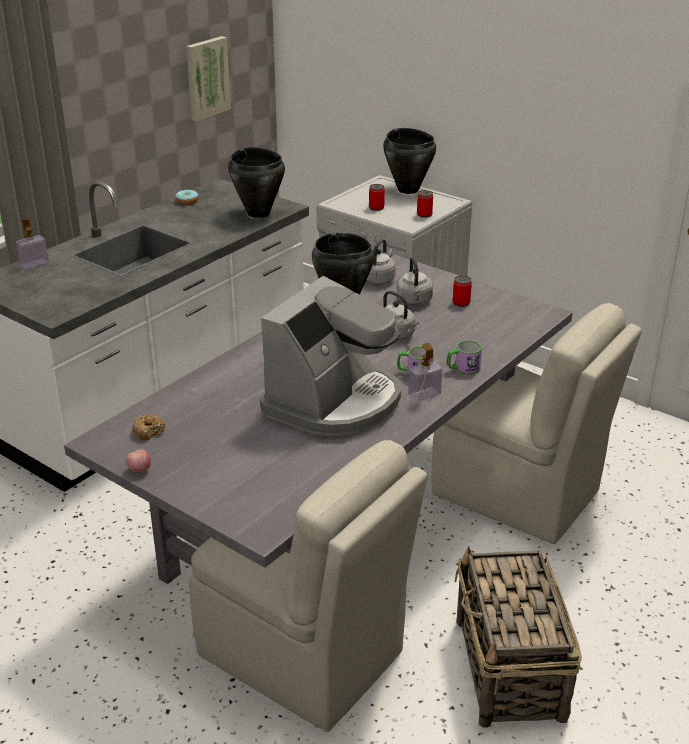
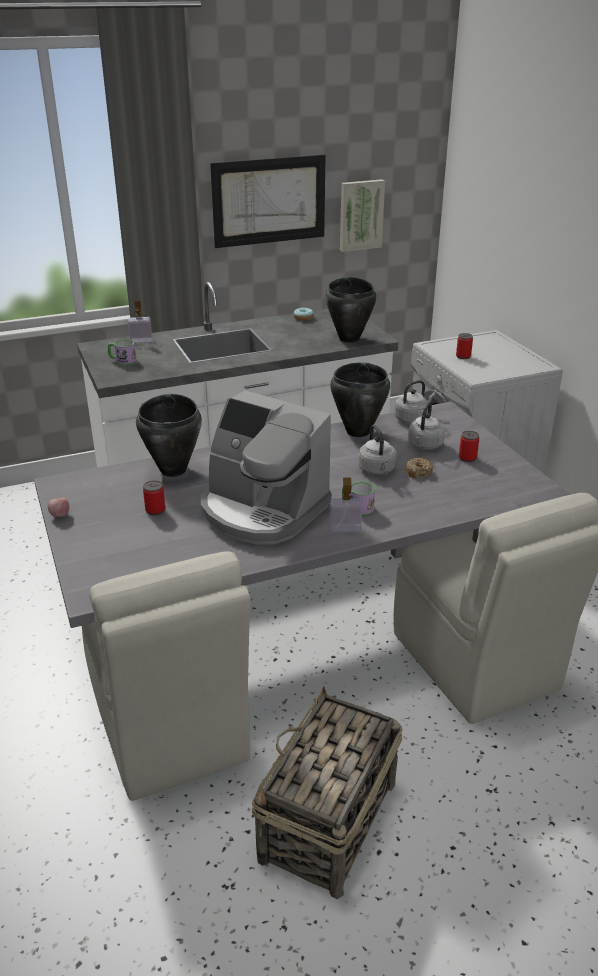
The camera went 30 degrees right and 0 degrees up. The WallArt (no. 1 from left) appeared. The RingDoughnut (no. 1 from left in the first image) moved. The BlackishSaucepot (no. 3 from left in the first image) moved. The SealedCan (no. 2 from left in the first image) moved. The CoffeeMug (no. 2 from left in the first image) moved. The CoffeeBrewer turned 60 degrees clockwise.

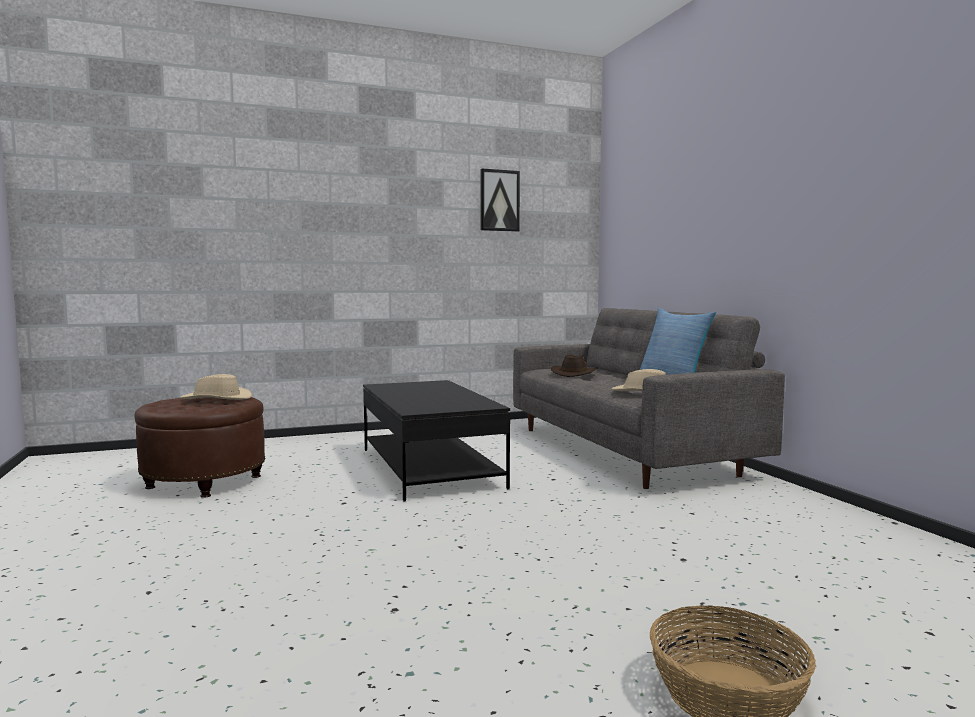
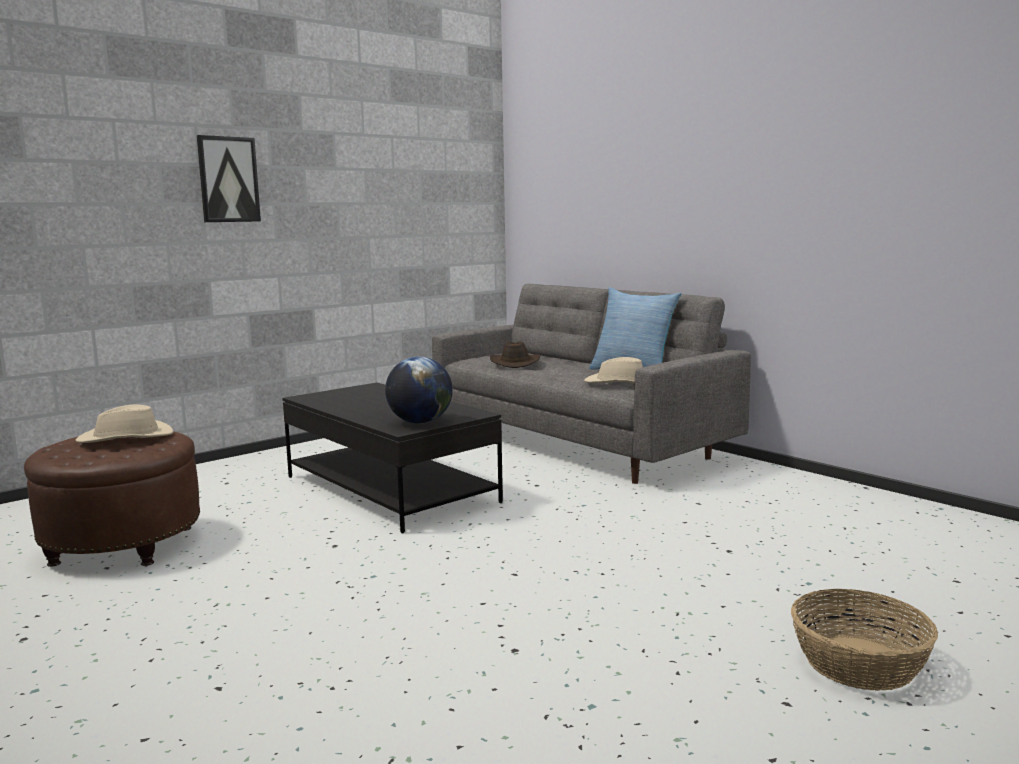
The camera went 20 degrees left and 5 degrees up. The Globe appeared. The WallArt moved.

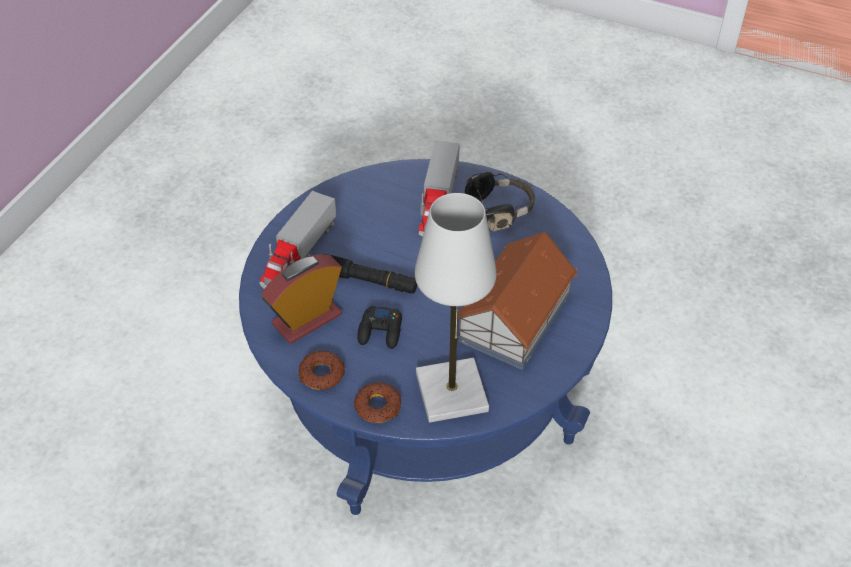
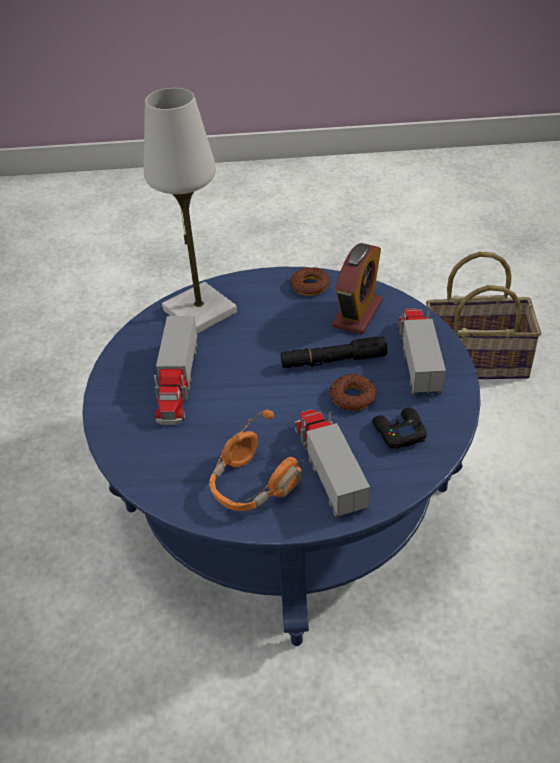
The camera went 155 degrees right and 5 degrees down. The StorageBasket appeared. The RingDoughnut (no. 2 from left) moved. The BlackishJoypad moved. The ToyHouse was replaced by the ToyLorry (no. 1 from left). The BlackishHeadset became the OrangeColouredHeadset.

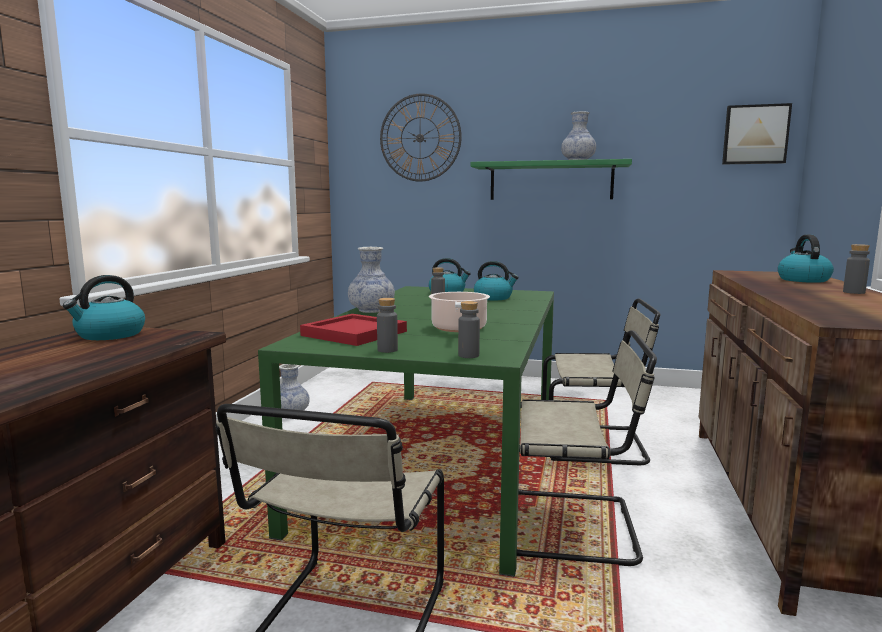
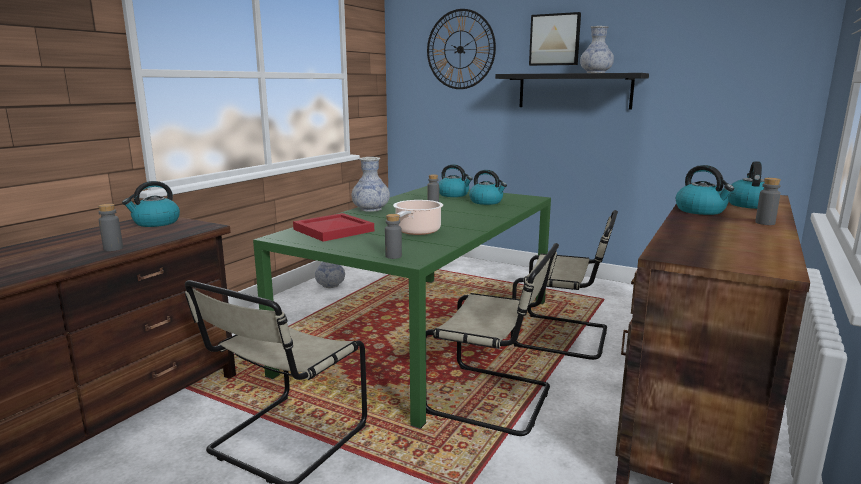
The camera went 15 degrees right and 5 degrees up. The TeaKettle (no. 4 from left) appeared. The GreyishBeverageBottle (no. 1 from left) moved. The WallArt moved. The GreenColouredShelf became the BlackishShelf.

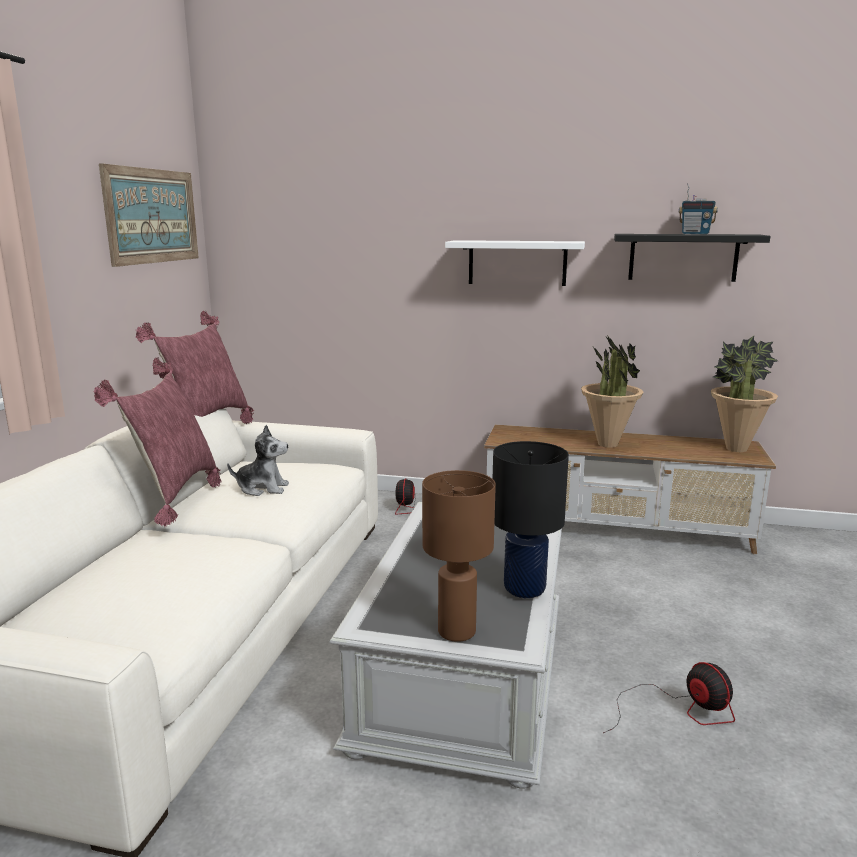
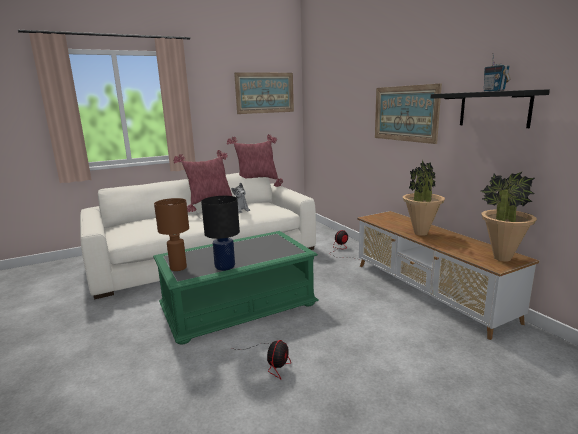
The camera went 50 degrees right and 0 degrees up. The WhitishShelf was replaced by the WallArt (no. 2 from left). The WhitishCoffeeTable became the GreenColouredCoffeeTable.

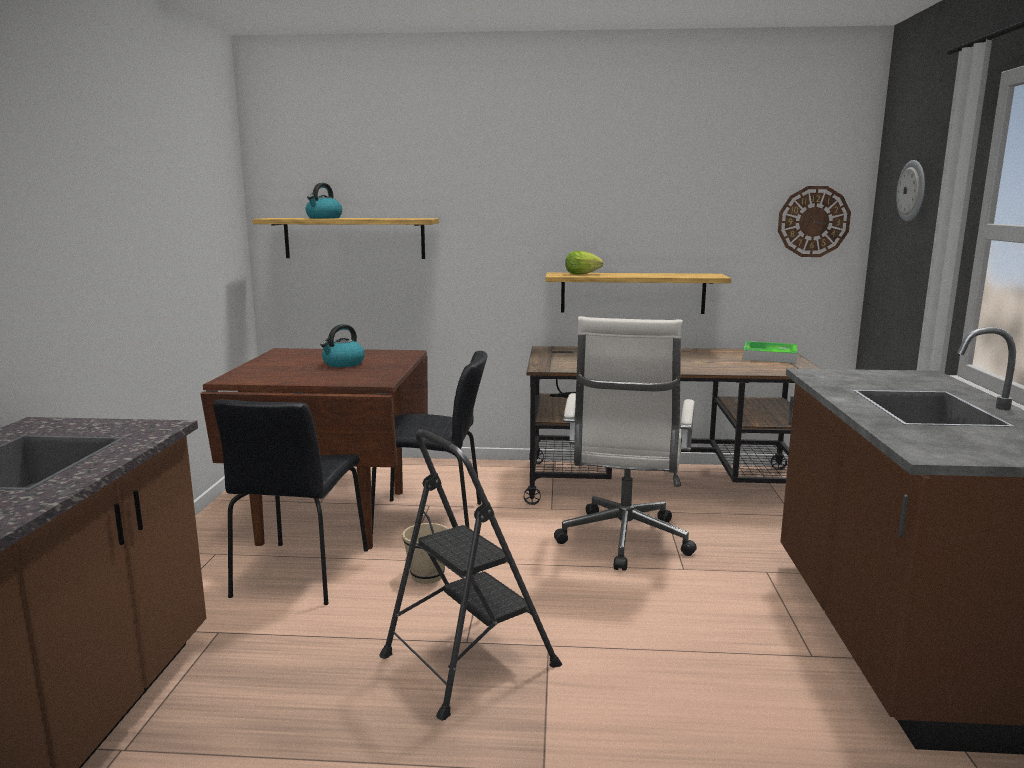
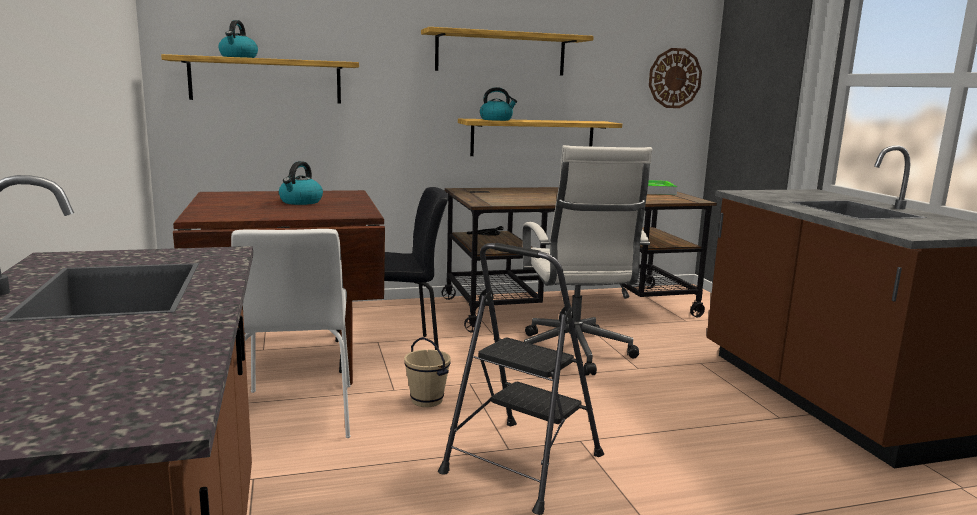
The camera went 20 degrees left and 0 degrees up. The HangingClock (no. 2 from left) disappeared. The Shelf (no. 2 from left) appeared. The HeadOfLettuce was replaced by the TeaKettle (no. 3 from left). The BlackishChair (no. 1 from left) became the WhitishChair.

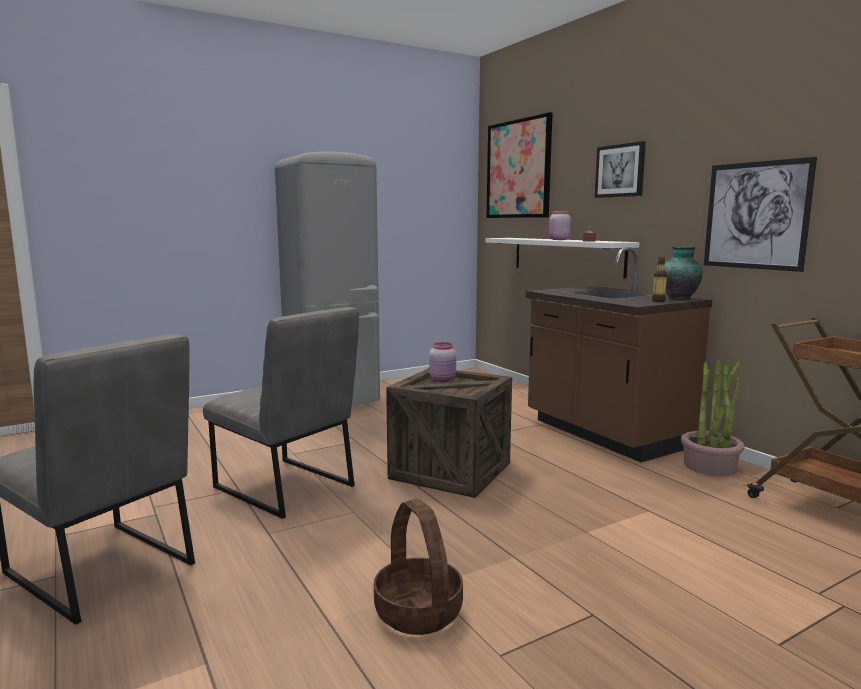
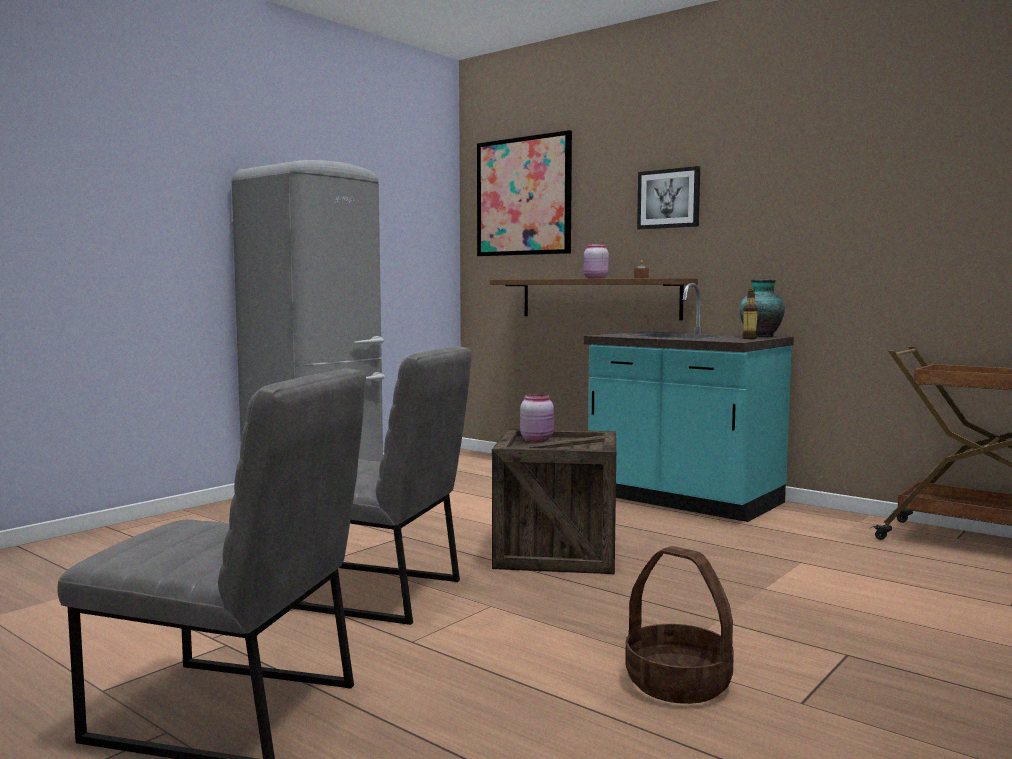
The camera went 20 degrees left and 5 degrees down. The Houseplant disappeared. The WallArt (no. 3 from left) disappeared. The WhitishShelf became the BrownColouredShelf. The BrownColouredKitchenBaseUnit became the BlueGreenKitchenBaseUnit.

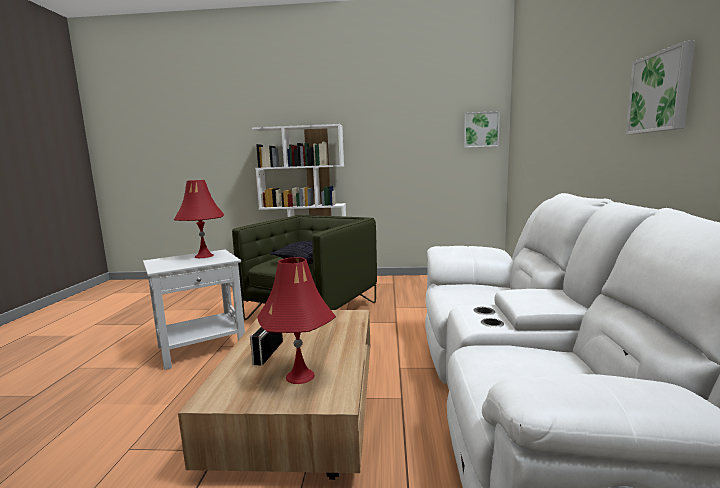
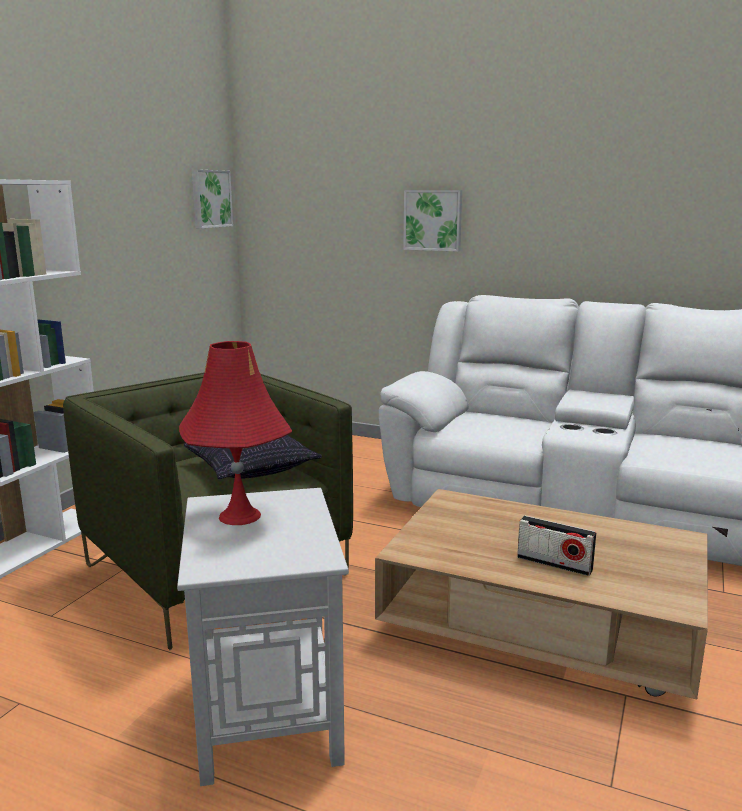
The camera went 70 degrees left and 5 degrees up. The RedColouredTableLamp (no. 2 from left) disappeared. The WallArt (no. 2 from left) moved.

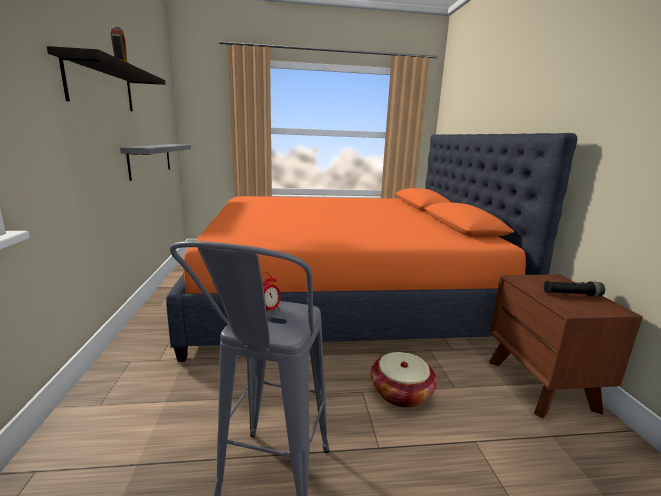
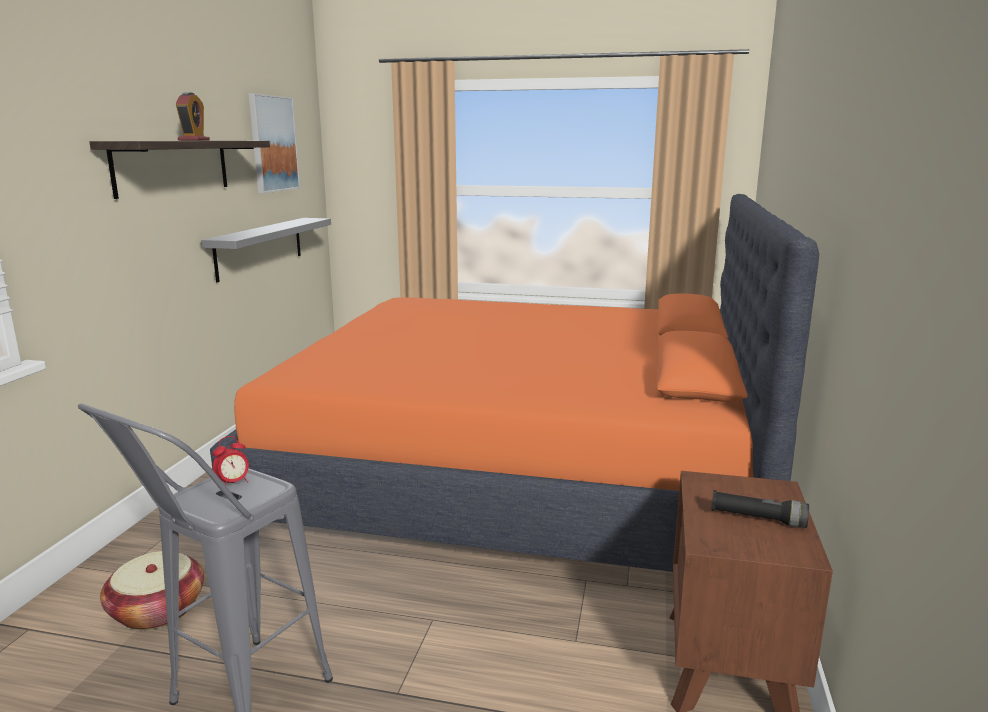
The camera went 20 degrees right and 0 degrees up. The WallArt appeared. The StorageBasket moved.

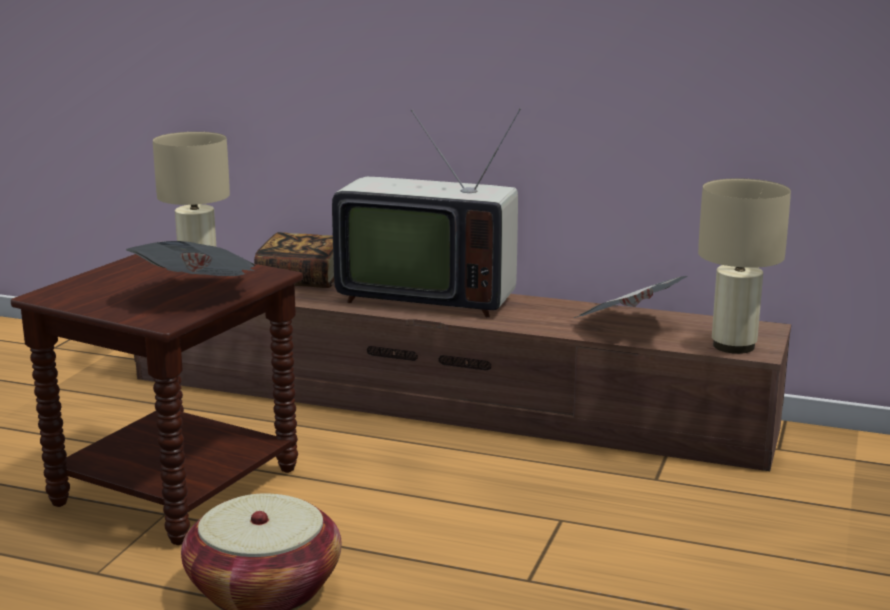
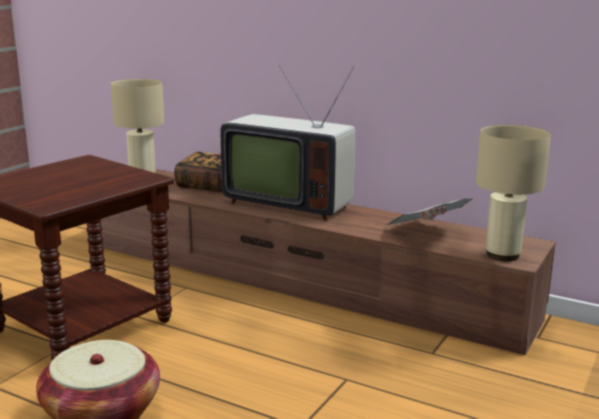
The camera went 10 degrees right and 0 degrees up. The PrintedPaper (no. 1 from left) disappeared.

